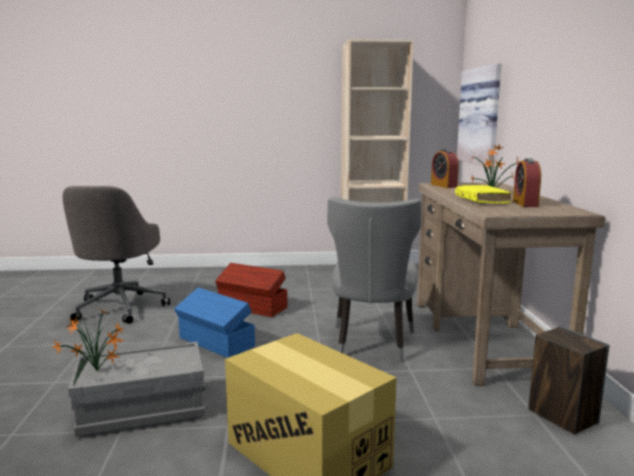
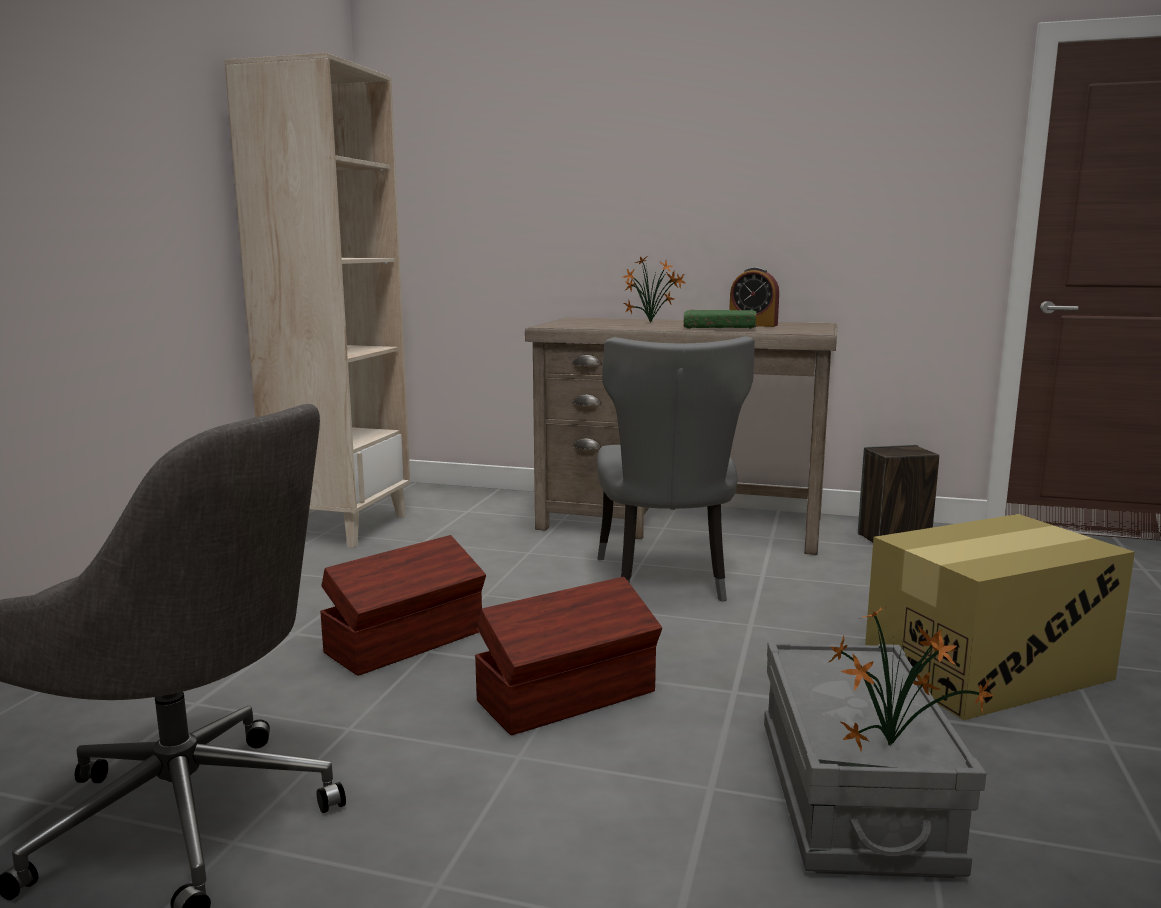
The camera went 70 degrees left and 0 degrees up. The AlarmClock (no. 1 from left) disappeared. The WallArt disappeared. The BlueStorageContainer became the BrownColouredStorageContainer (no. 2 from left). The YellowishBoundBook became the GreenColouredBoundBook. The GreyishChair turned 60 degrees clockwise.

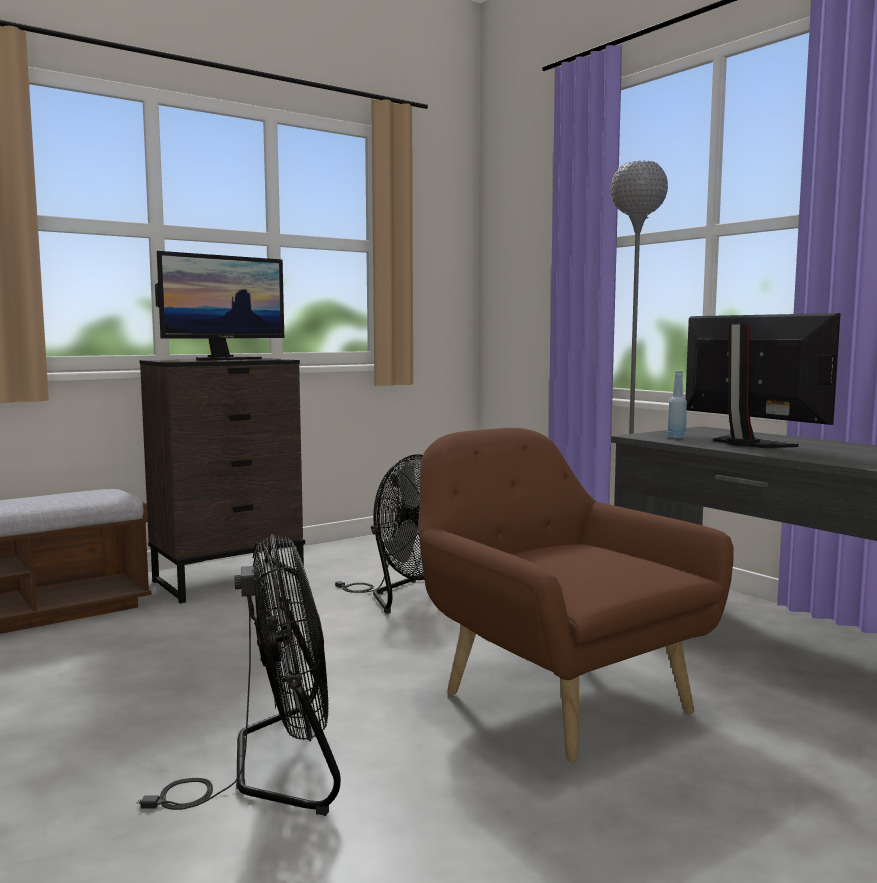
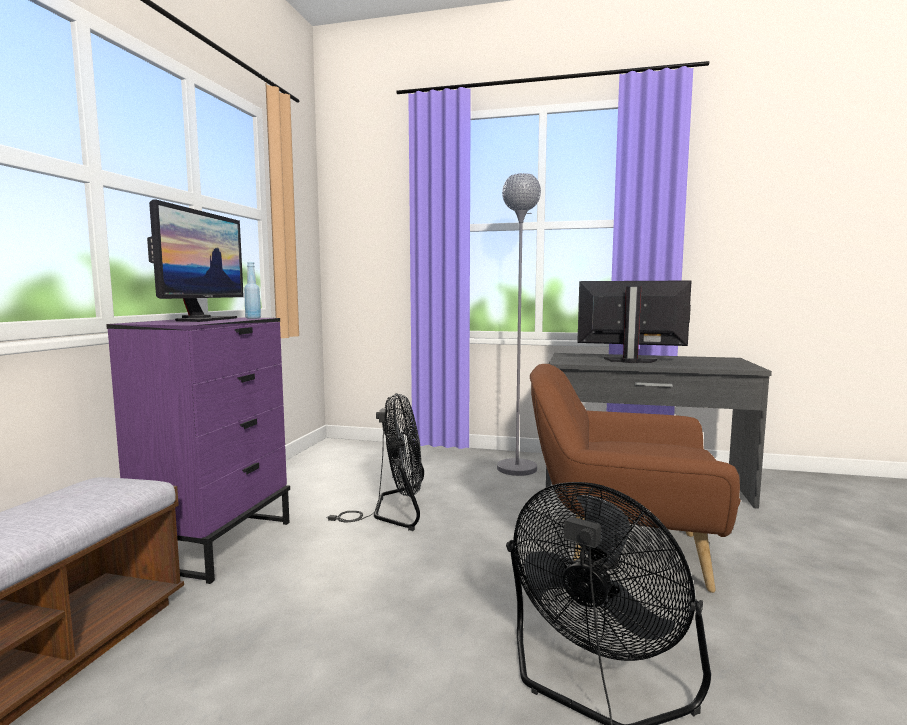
The camera went 40 degrees left and 0 degrees up. The BlueBeverageBottle moved. The BrownColouredDrawerChest became the PurplishDrawerChest.

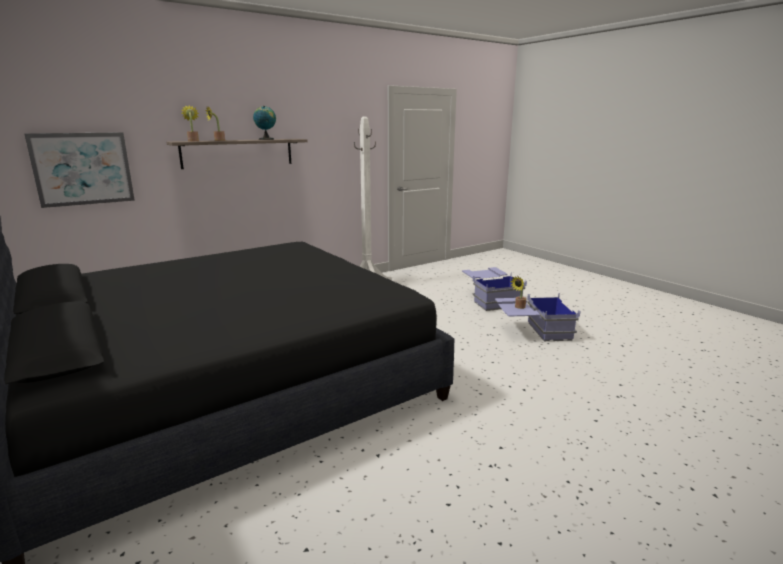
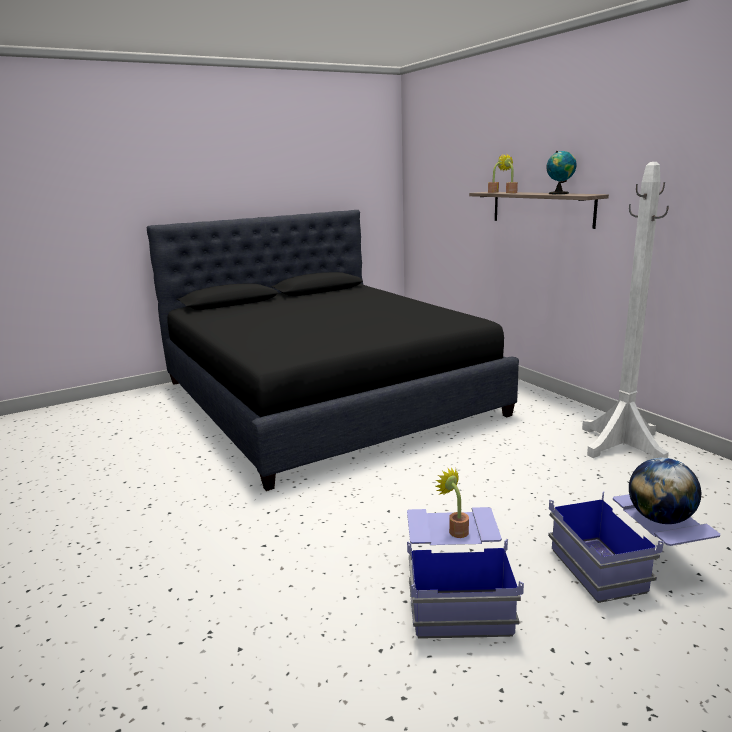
The camera went 95 degrees right and 0 degrees up. The WallArt disappeared. The Globe (no. 2 from left) appeared.

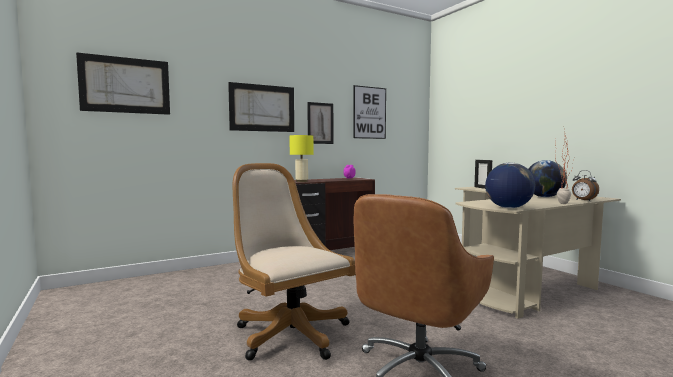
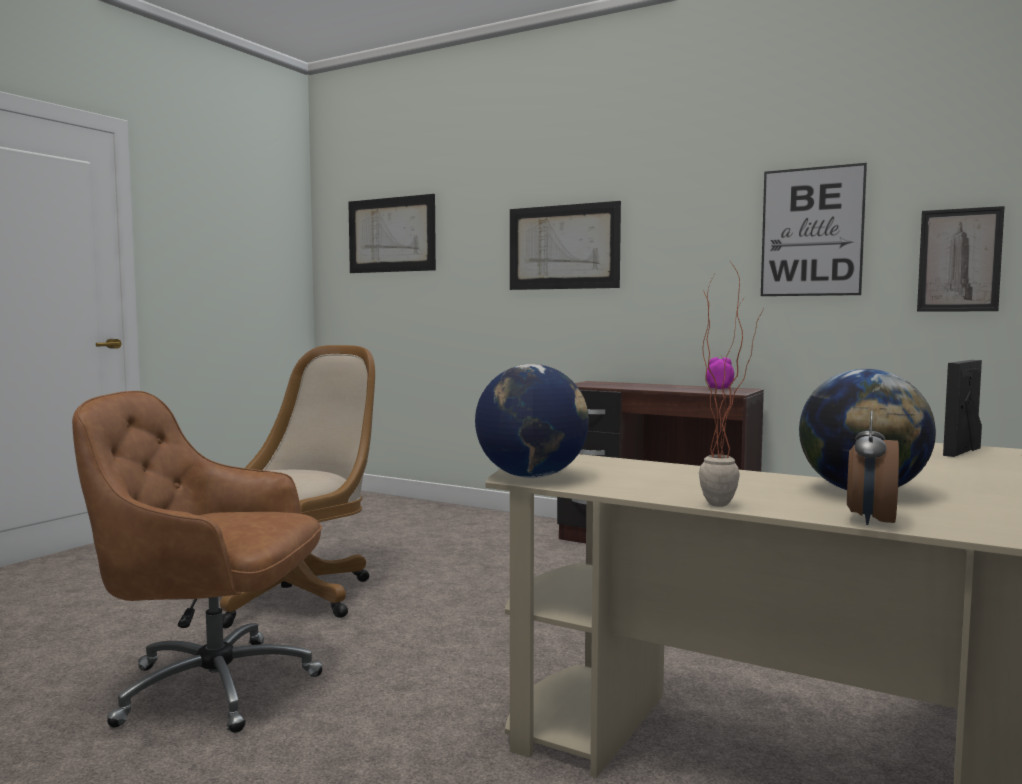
The camera went 60 degrees right and 0 degrees up. The YellowishTableLamp disappeared. The WallArt (no. 3 from left in the first image) moved.

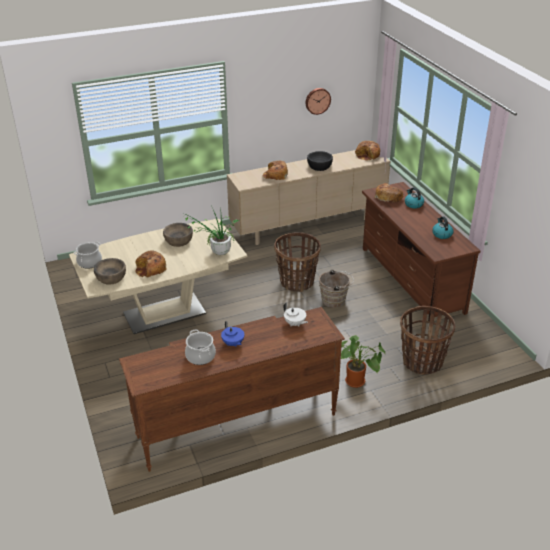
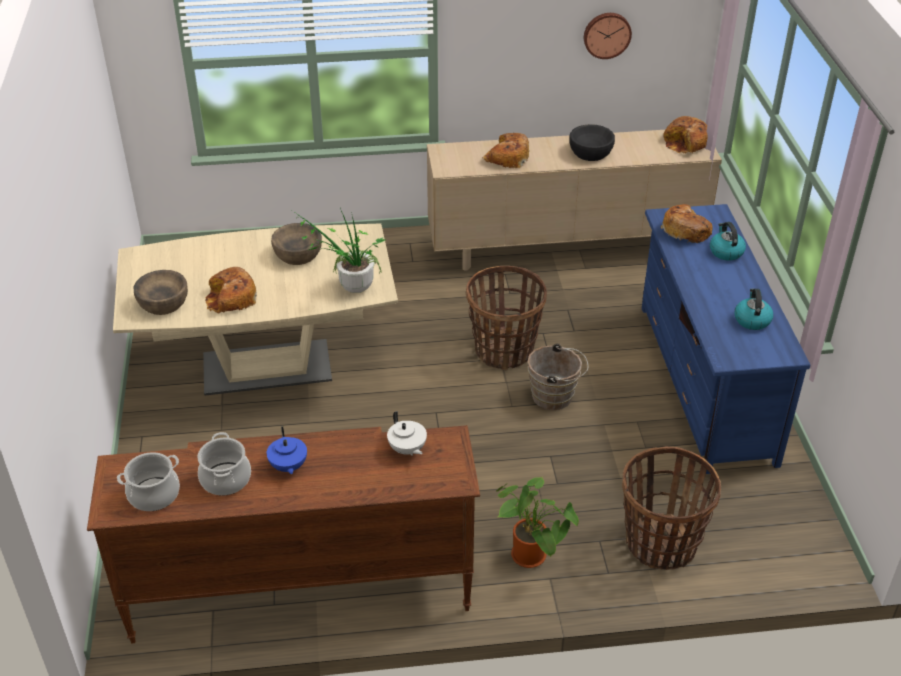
The camera went 15 degrees right and 5 degrees up. The Saucepot (no. 1 from left) moved. The BrownColouredDrawerChest became the BlueDrawerChest.

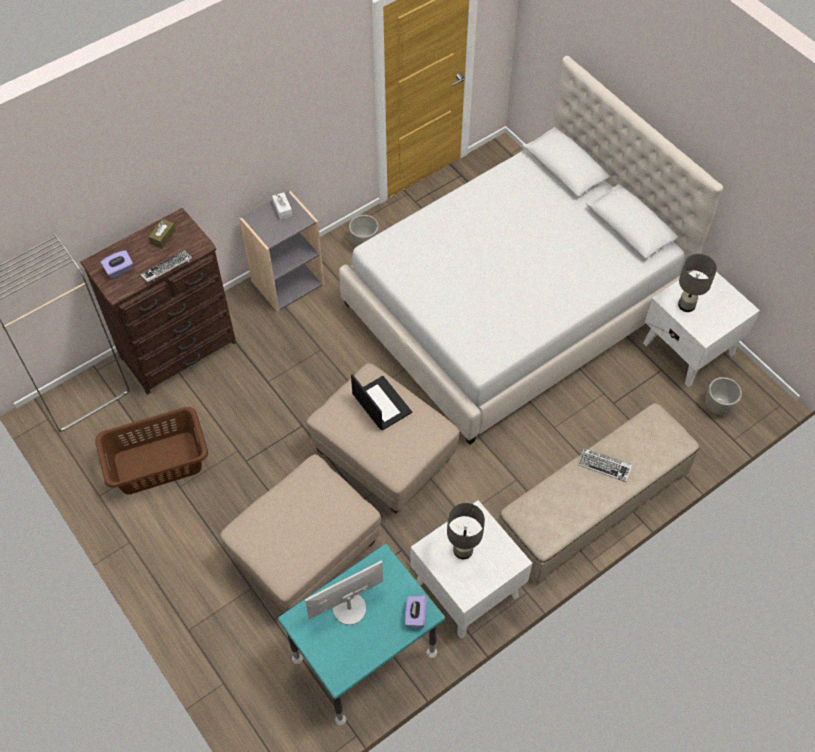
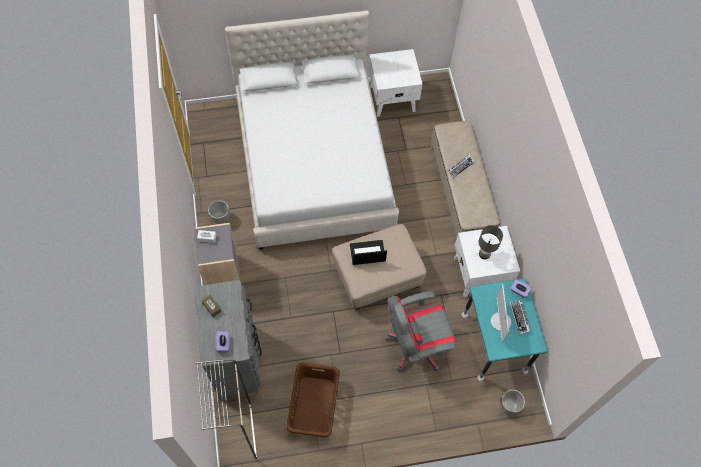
The camera went 65 degrees left and 5 degrees up. The GreyishTableLamp (no. 2 from left) disappeared. The Keyboard (no. 1 from left in the first image) moved. The GreyishFlowerPot (no. 2 from left) moved. The BeigeColouredOttoman (no. 1 from left) was replaced by the GreyishOfficeChair. The BrownColouredDrawerChest became the GreyishDrawerChest.

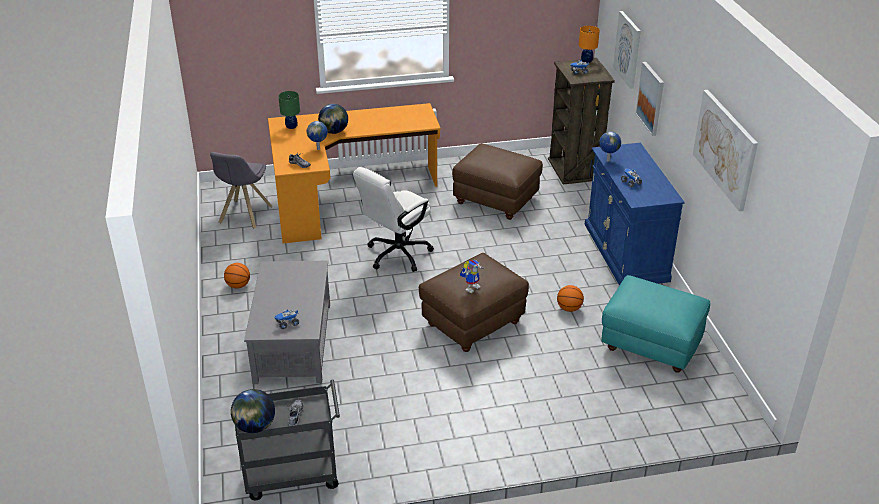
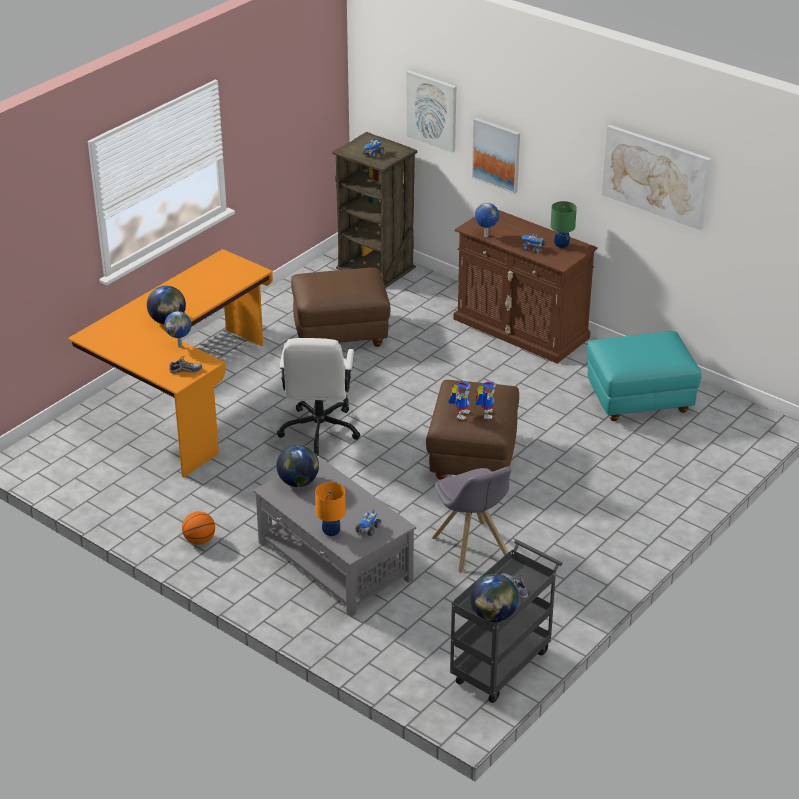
The camera went 40 degrees left and 0 degrees up. The BasketballBall (no. 2 from left) disappeared. The Globe (no. 3 from left) appeared. The RobotFigure (no. 1 from left) appeared. The GreyishChair moved. The GreenColouredTableLamp moved. The OrangeColouredTableLamp moved. The BlueDrawerChest became the BrownColouredDrawerChest.

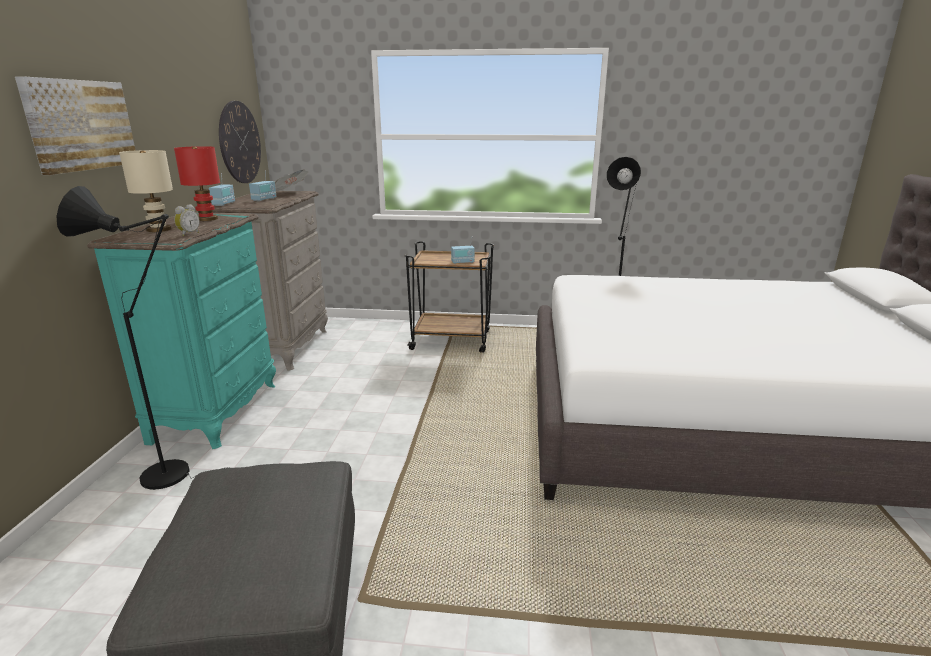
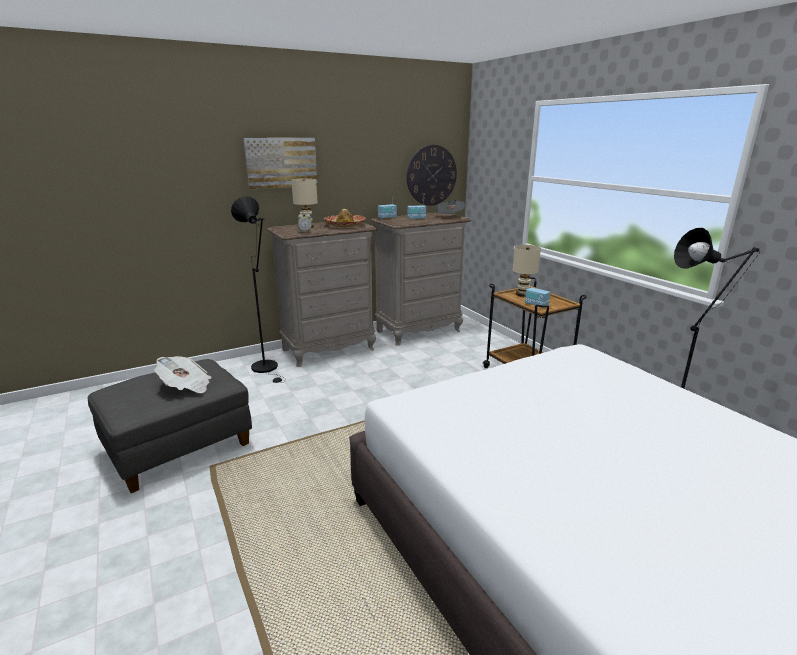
The camera went 55 degrees right and 0 degrees up. The PrintedPaper (no. 1 from left) appeared. The BeigeColouredTableLamp (no. 2 from left) appeared. The RedColouredTableLamp was replaced by the WearableHat. The BlueGreenDrawerChest became the BeigeColouredDrawerChest (no. 1 from left).

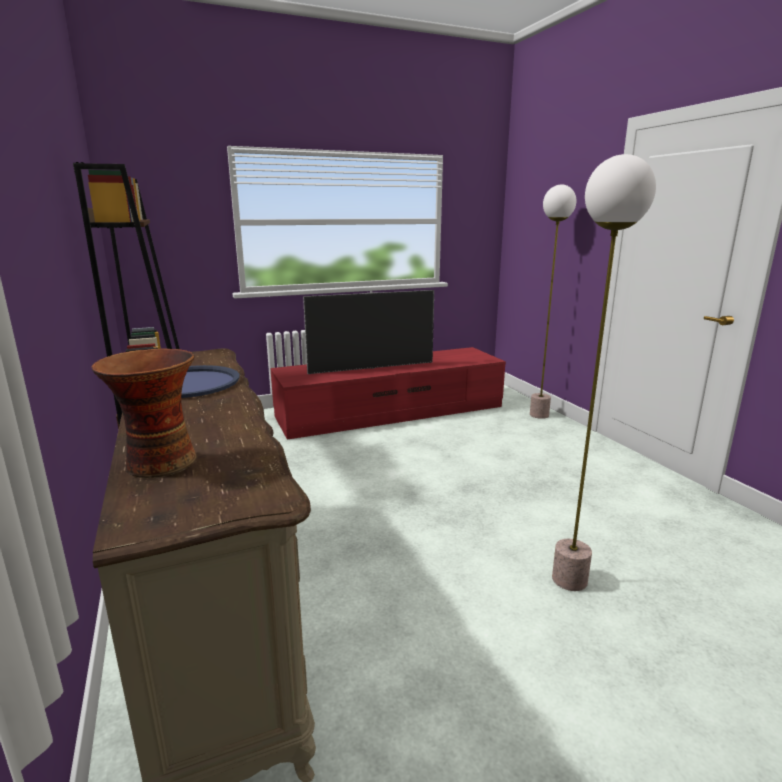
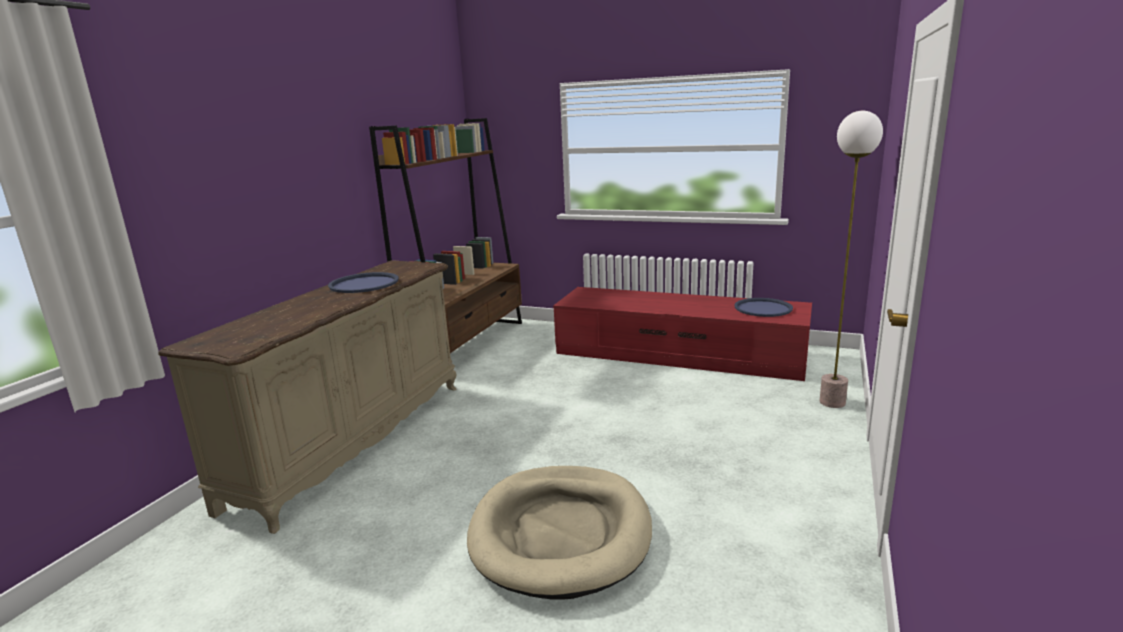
The camera went 45 degrees right and 0 degrees up. The FlowerVase disappeared. The Tv disappeared. The BlueCarryingTray (no. 2 from left) appeared. The StandingLamp (no. 2 from left) was replaced by the BeigeColouredPetBed.

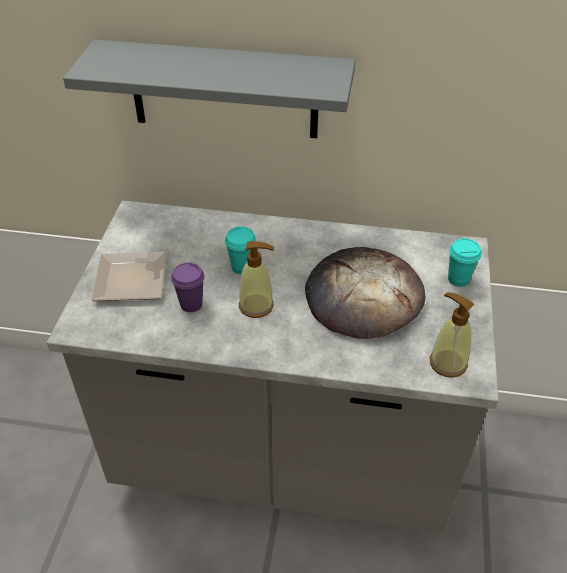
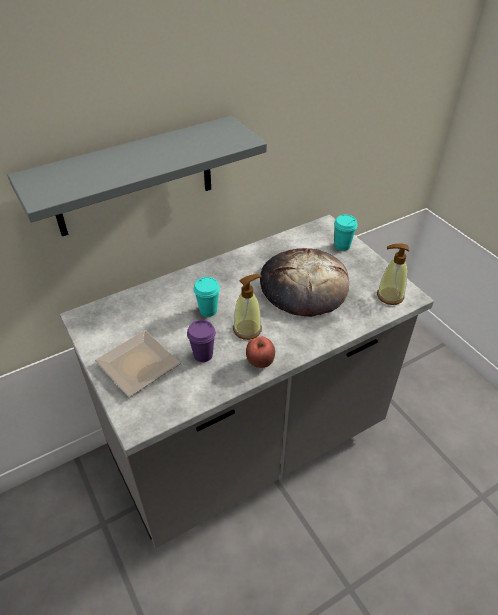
The camera went 40 degrees left and 0 degrees up. The Apple appeared.

